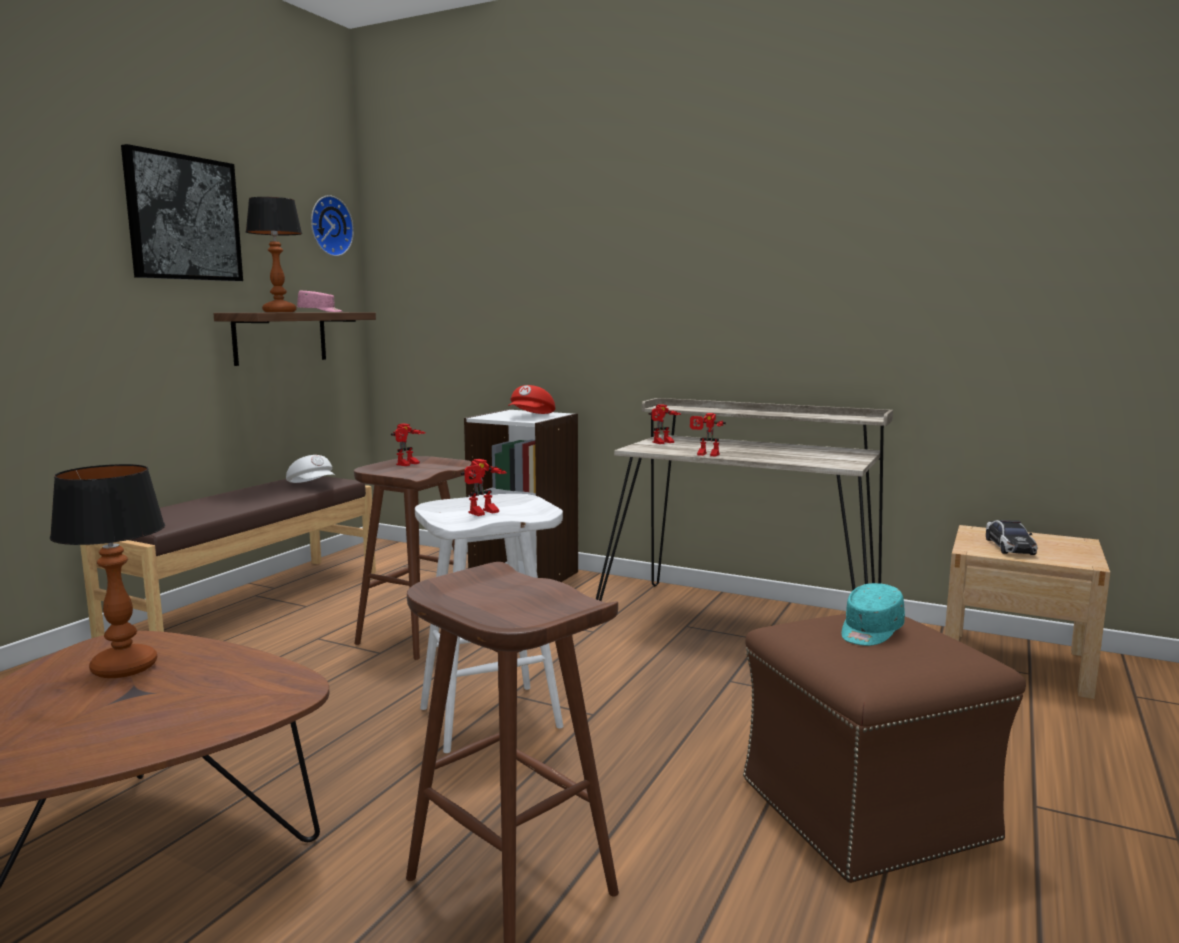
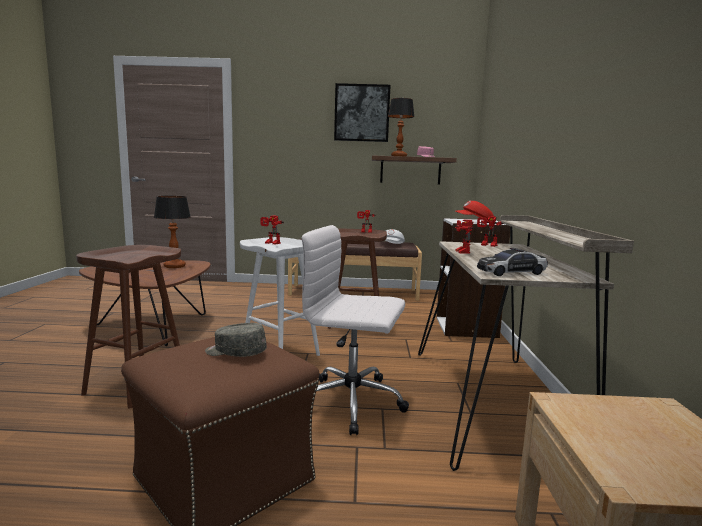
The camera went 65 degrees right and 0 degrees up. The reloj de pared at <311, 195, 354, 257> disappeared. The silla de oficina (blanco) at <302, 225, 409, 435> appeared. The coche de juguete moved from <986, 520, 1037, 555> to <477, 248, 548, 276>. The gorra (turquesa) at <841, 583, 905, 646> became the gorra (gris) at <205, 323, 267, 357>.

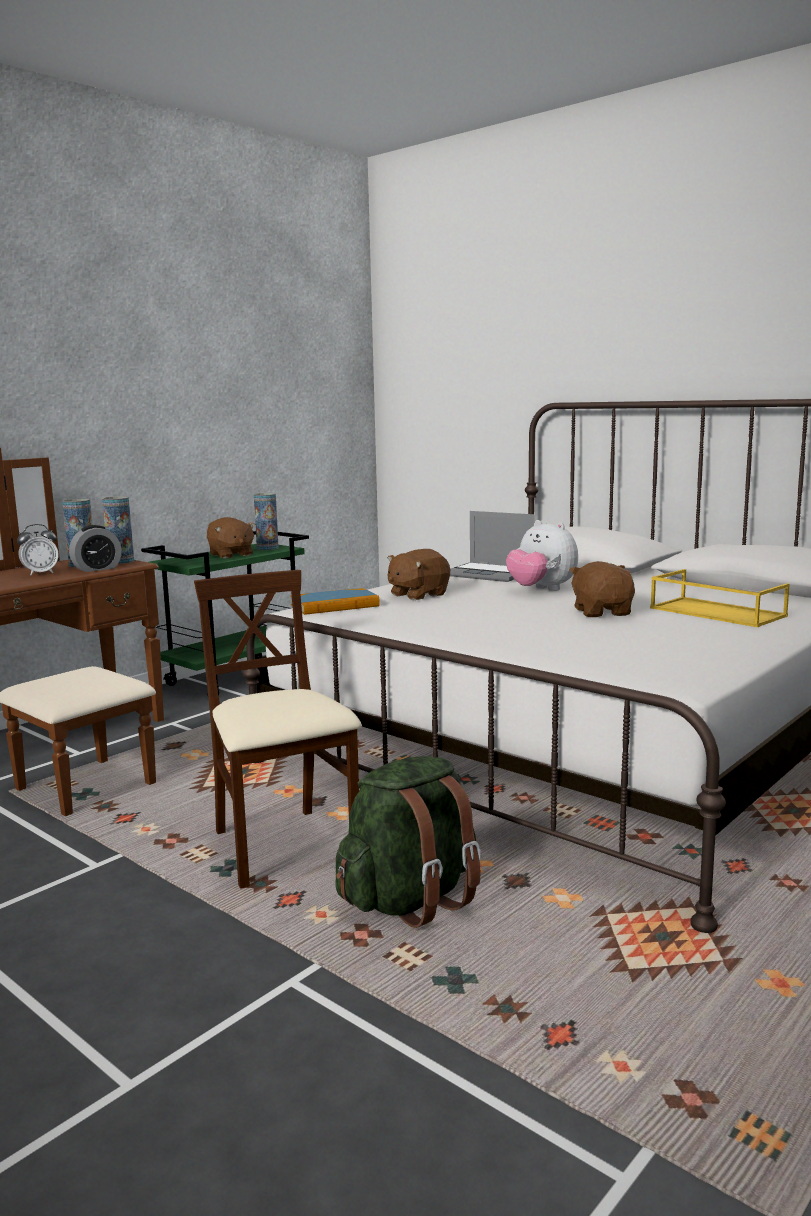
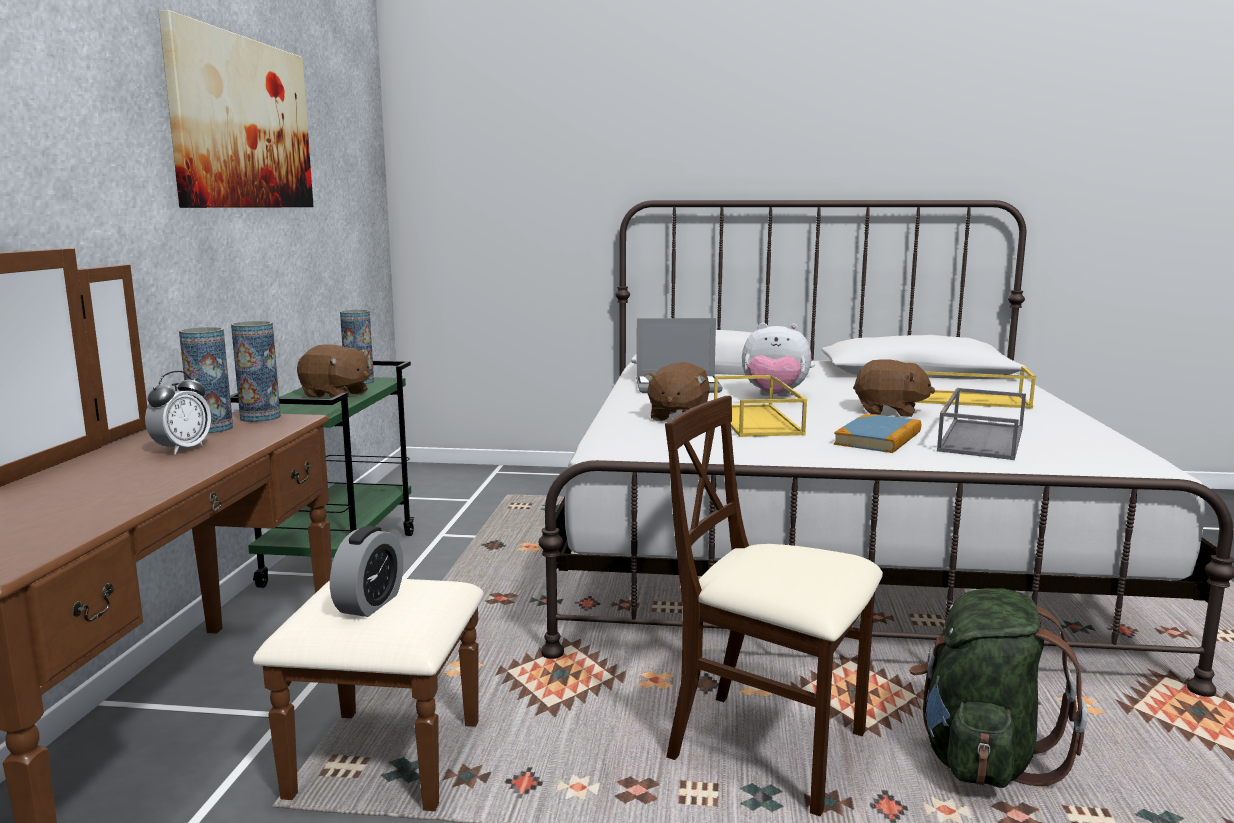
The camera went 35 degrees left and 0 degrees up. The cuadro at <158, 10, 313, 208> appeared. The bandeja (amarillo) at <714, 375, 807, 437> appeared. The bandeja (gris) at <937, 388, 1026, 460> appeared. The despertador moved from <69, 525, 122, 572> to <330, 526, 403, 617>. The libro moved from <291, 588, 380, 615> to <834, 414, 921, 453>. The peluche (marrón) at <569, 561, 635, 617> turned 150 degrees clockwise.

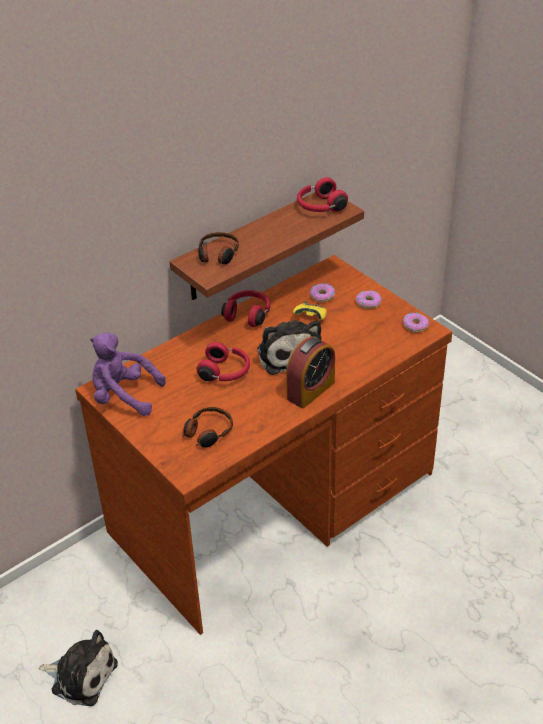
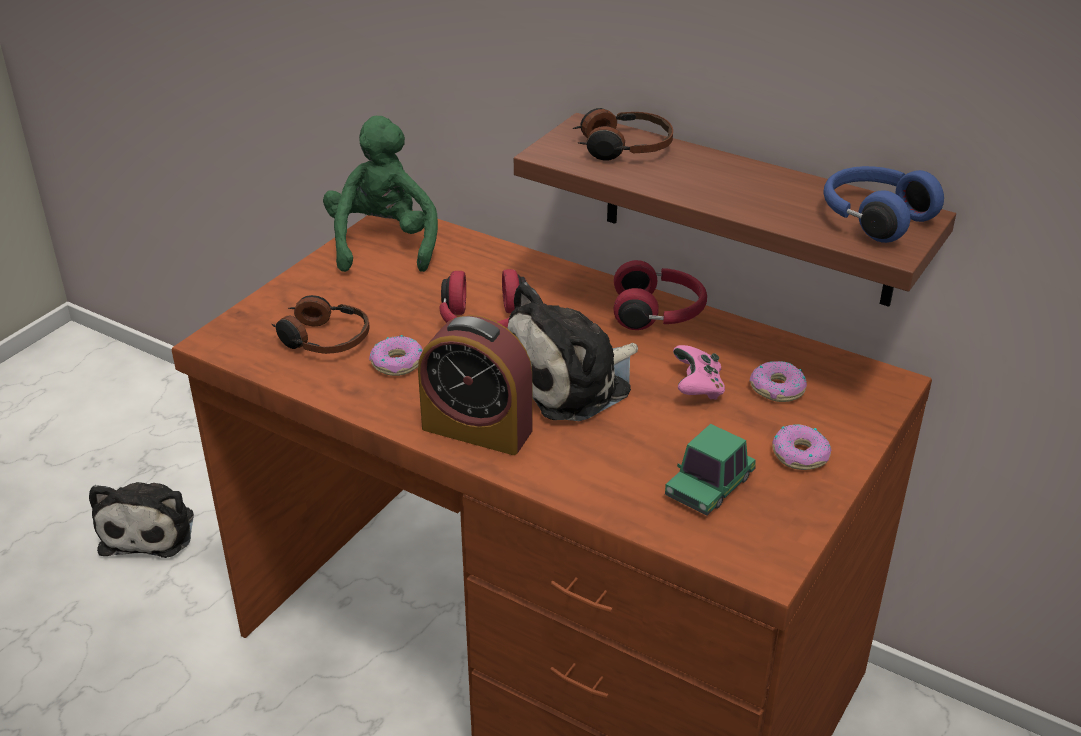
The camera went 70 degrees right and 5 degrees down. The coche de juguete at <665, 424, 756, 516> appeared. The rosquilla moved from <403, 312, 429, 332> to <369, 335, 423, 376>. The peluche (morado) at <90, 332, 166, 416> became the peluche (verde) at <323, 116, 438, 272>. The mando de consola (amarillo) at <293, 301, 326, 320> became the mando de consola (rosa) at <673, 345, 725, 400>. The auriculares (rojo) at <297, 177, 348, 212> became the auriculares (azul) at <823, 166, 944, 243>.

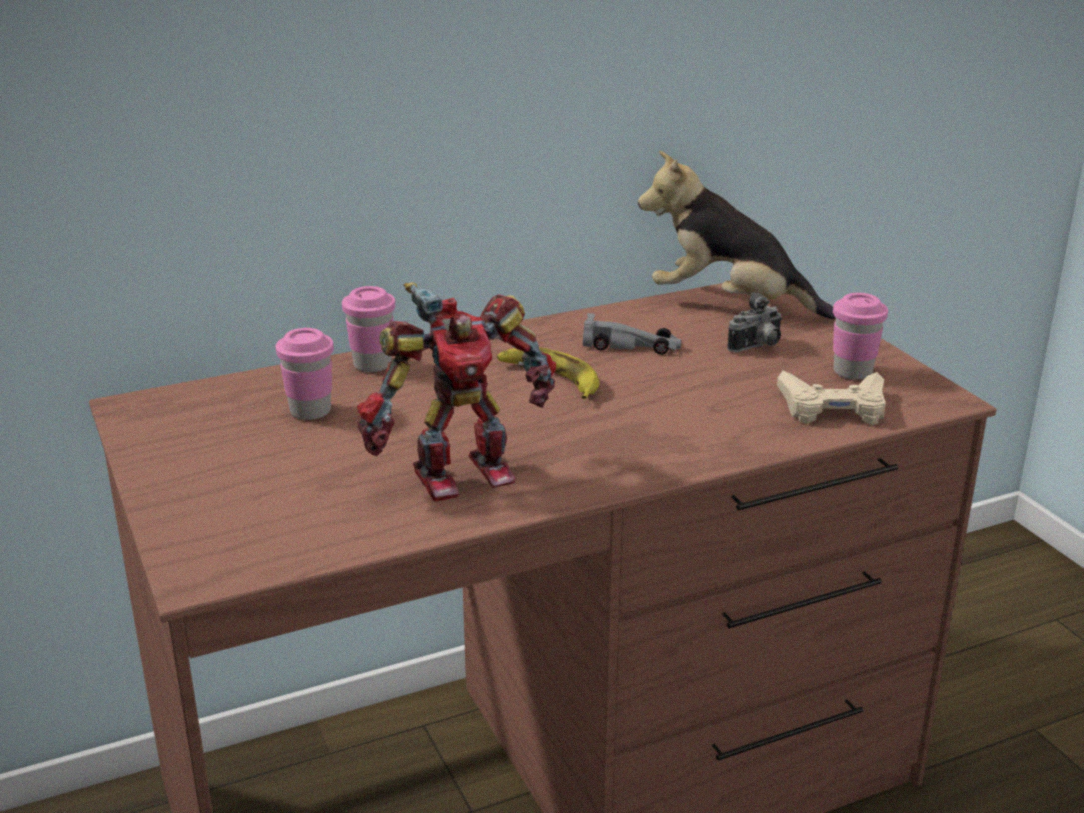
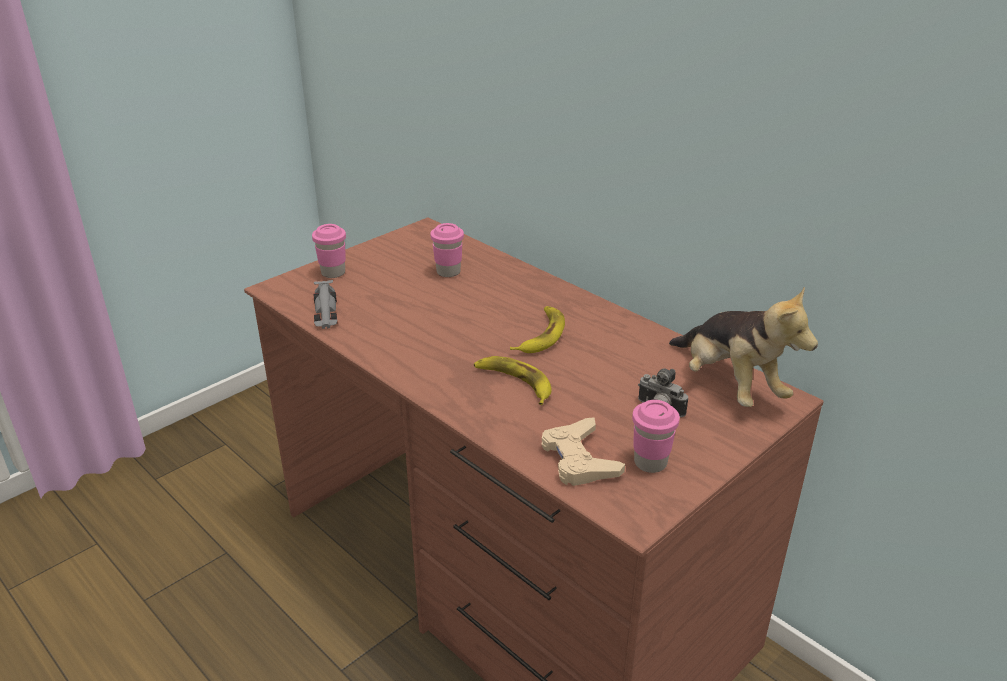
The camera went 70 degrees right and 5 degrees up. The robot de juguete at <357, 282, 556, 502> disappeared. The plátano at <474, 356, 552, 405> appeared. The taza (rosa) moved from <342, 286, 395, 372> to <312, 224, 346, 278>. The coche de juguete (gris) moved from <583, 313, 681, 355> to <314, 280, 337, 329>. The peluche at <638, 151, 836, 319> turned 150 degrees clockwise.

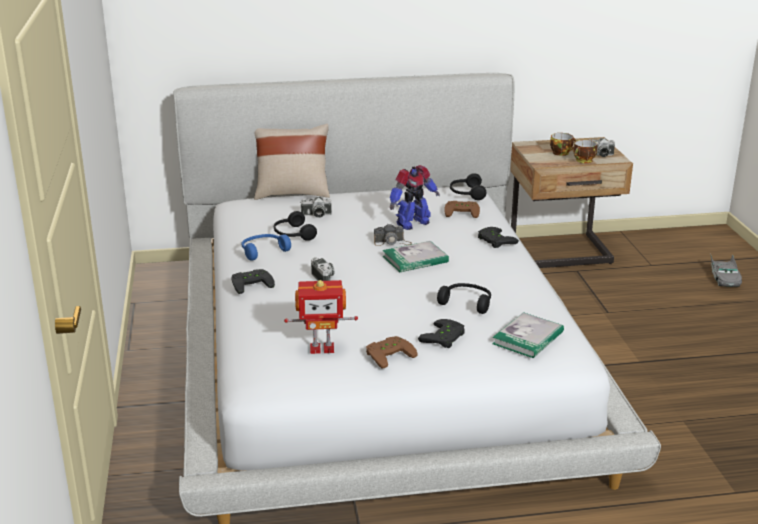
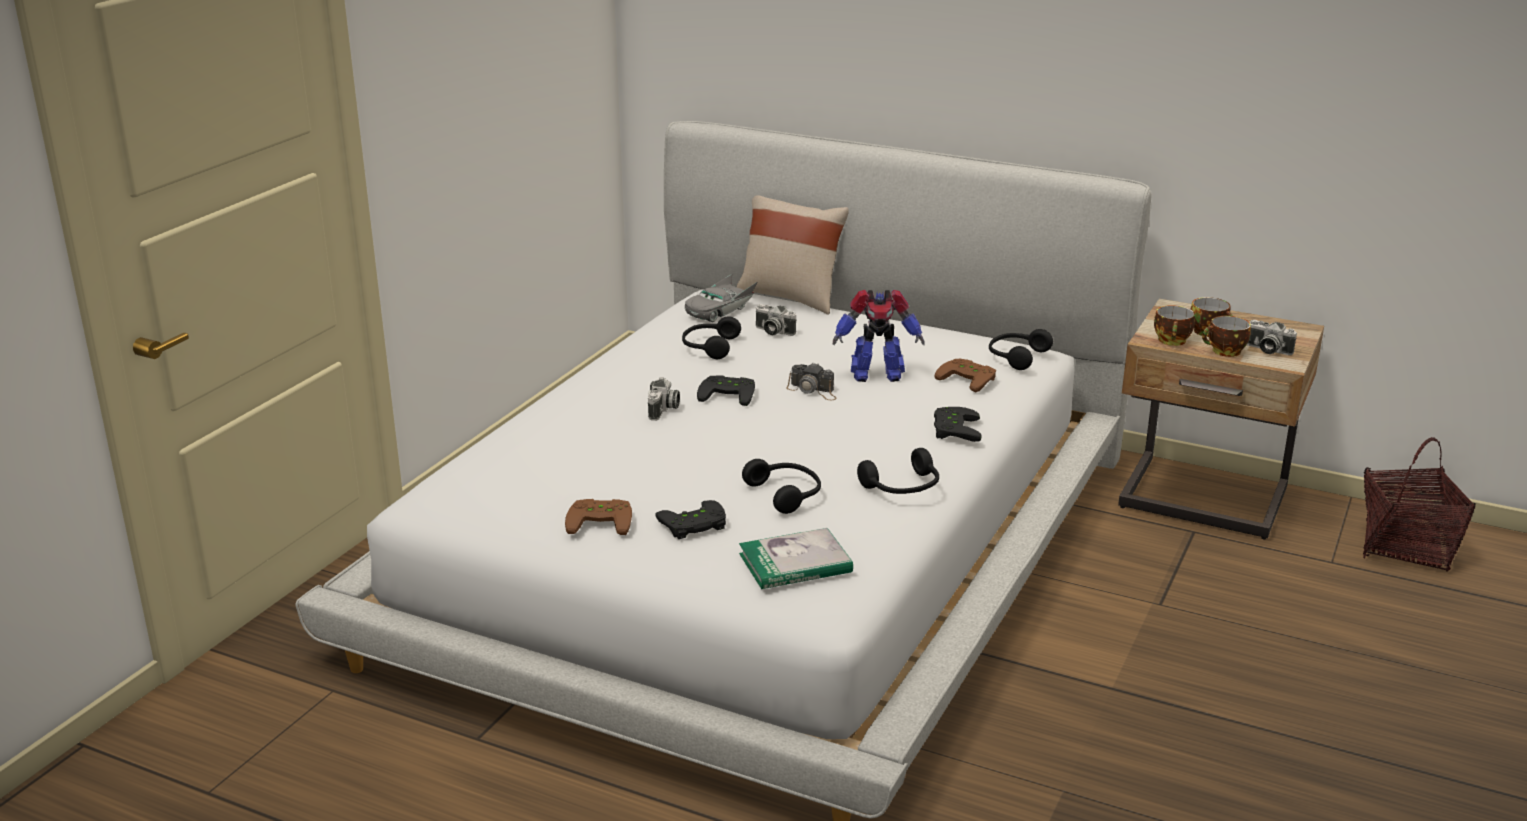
The camera went 35 degrees right and 0 degrees up. The auriculares (azul) at <241, 234, 291, 260> disappeared. The robot de juguete at <284, 280, 358, 354> disappeared. The libro at <382, 241, 449, 272> disappeared. The auriculares (negro) at <857, 448, 939, 494> appeared. The taza at <1154, 305, 1195, 346> appeared. The cesta at <1363, 437, 1475, 572> appeared. The mando de consola (negro) moved from <232, 269, 275, 294> to <697, 375, 755, 406>. The coche de juguete (gris) moved from <710, 253, 742, 287> to <685, 274, 757, 322>.

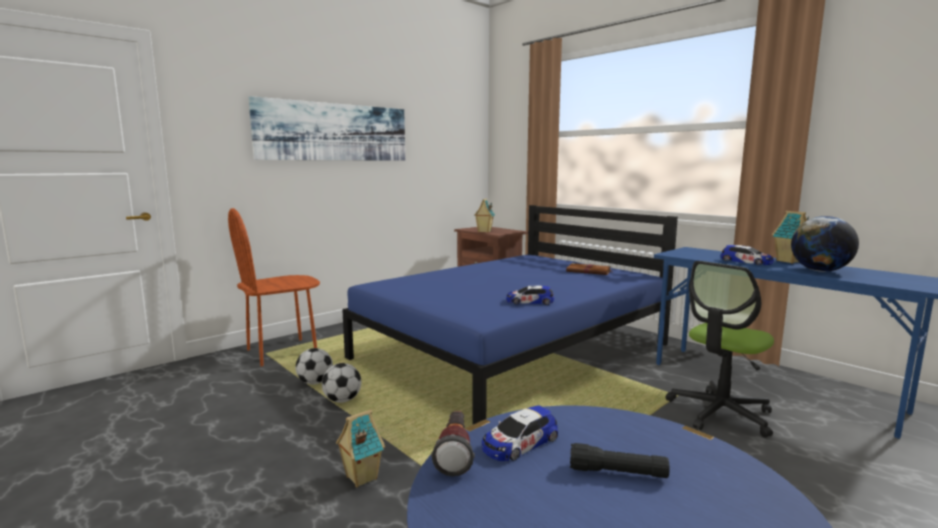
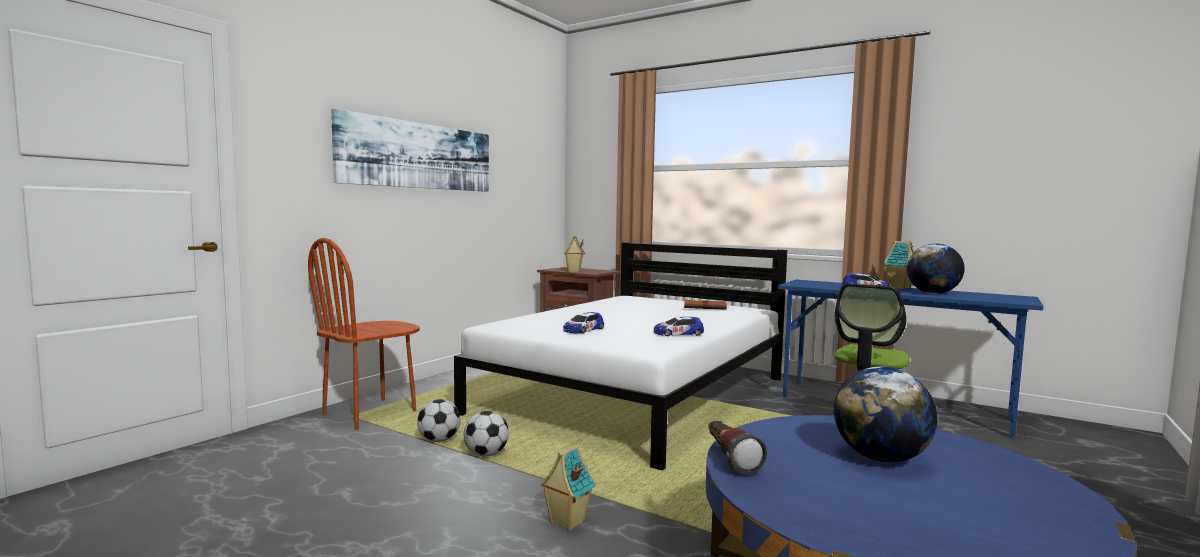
The camera went 15 degrees left and 5 degrees down. The coche de juguete moved from <482, 406, 558, 461> to <563, 312, 604, 333>. The linterna (negro) at <570, 443, 670, 478> was replaced by the globo terráqueo at <834, 367, 938, 463>. The cama (azul) at <342, 205, 678, 425> became the cama (blanco) at <454, 242, 787, 471>.

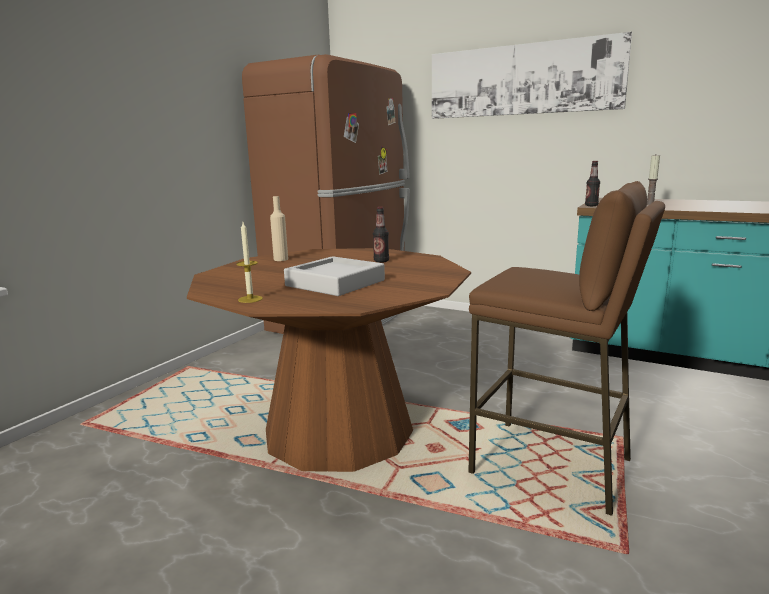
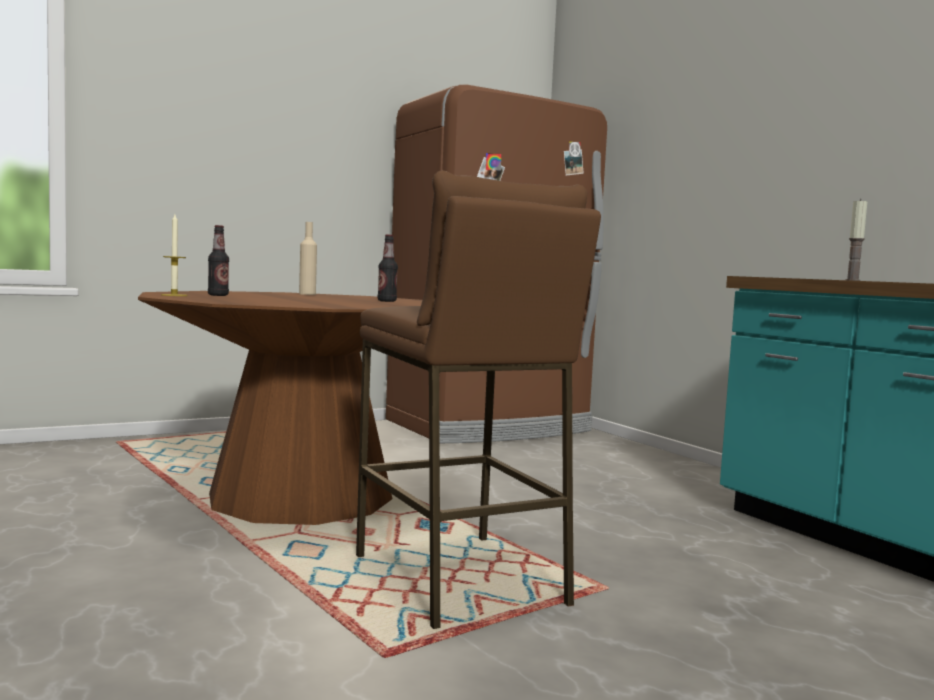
The camera went 30 degrees right and 10 degrees down. The bandeja (gris) at <284, 256, 385, 296> disappeared. The cuadro at <432, 32, 632, 119> disappeared. The botella moved from <585, 161, 600, 206> to <208, 225, 229, 296>.

